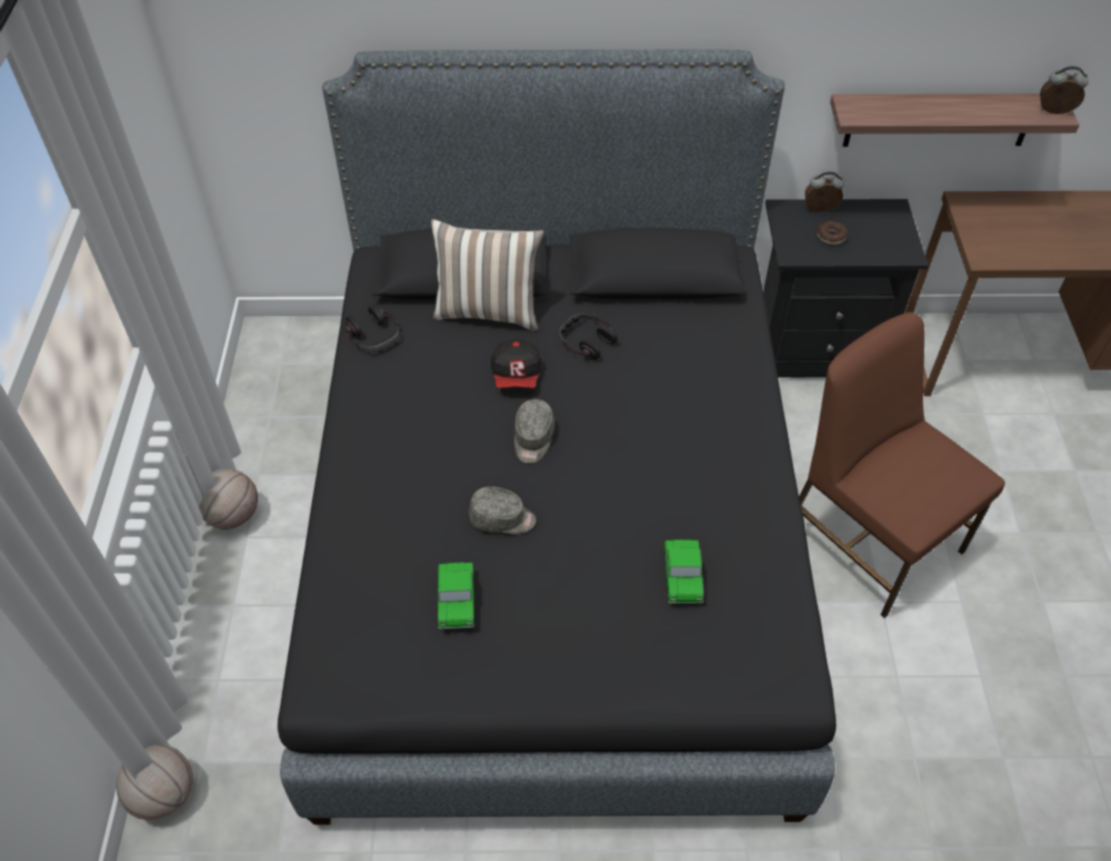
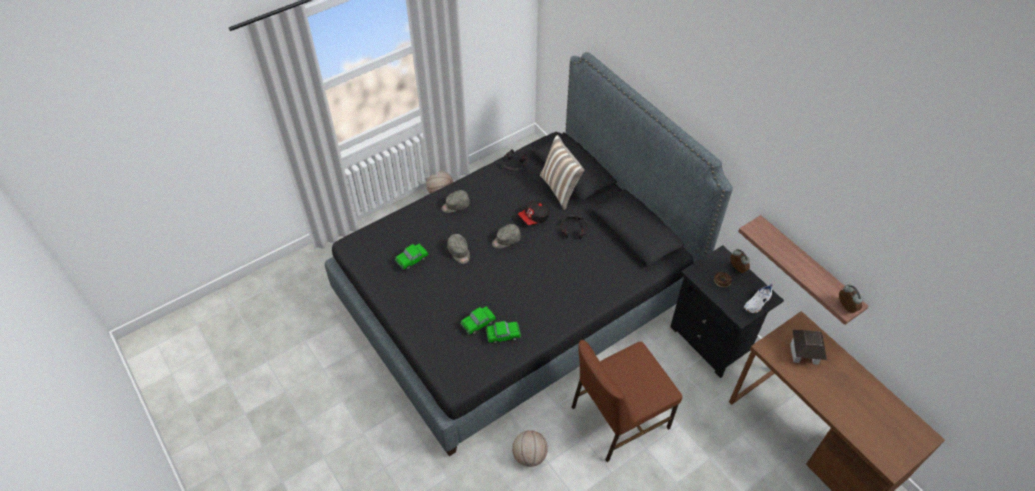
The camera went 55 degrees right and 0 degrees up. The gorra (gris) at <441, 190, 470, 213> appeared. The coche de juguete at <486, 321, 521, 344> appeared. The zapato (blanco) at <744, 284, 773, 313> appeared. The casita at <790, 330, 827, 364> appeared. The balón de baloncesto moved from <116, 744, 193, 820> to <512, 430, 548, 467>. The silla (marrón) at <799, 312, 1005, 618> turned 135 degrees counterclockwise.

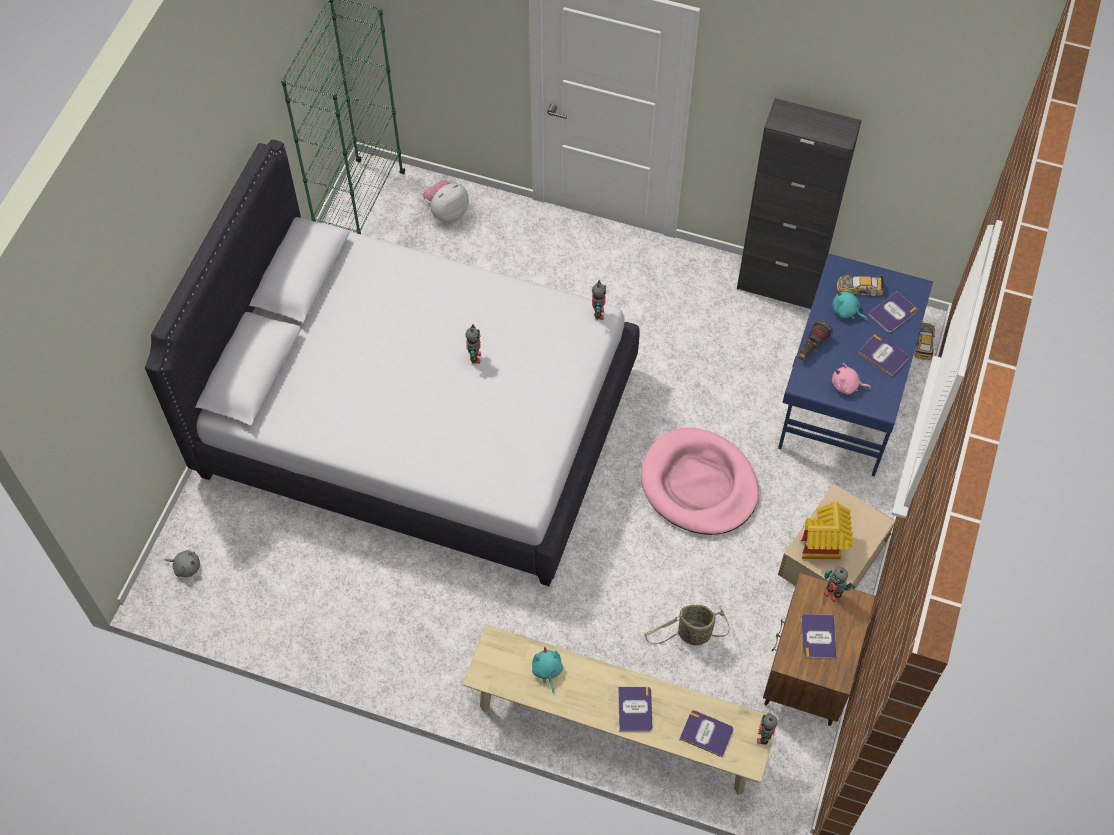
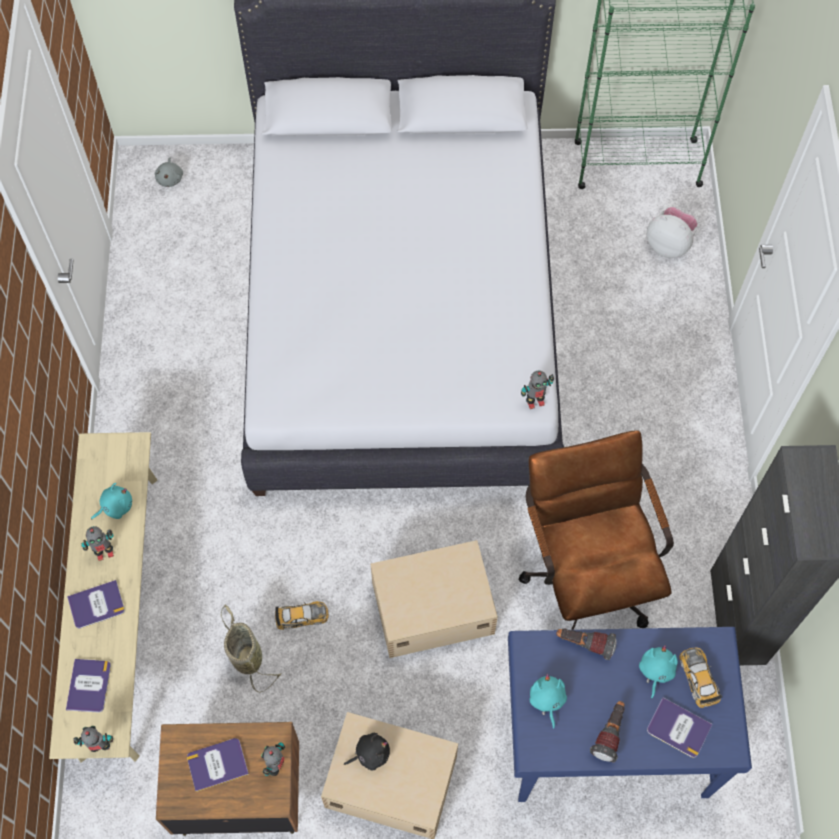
The camera went 70 degrees right and 5 degrees up. The silla de oficina (marrón) at <518, 430, 674, 630> appeared. The robot de juguete moved from <465, 324, 481, 363> to <81, 526, 114, 561>. The coche de juguete moved from <914, 323, 935, 360> to <275, 601, 329, 630>. The cama para perro (rosa) at <640, 428, 759, 535> was replaced by the caja de almacenaje (beis) at <371, 540, 498, 658>. The casita at <801, 501, 854, 559> was replaced by the peluche (negro) at <344, 733, 390, 770>. The libro at <858, 334, 909, 377> was replaced by the linterna at <590, 701, 625, 762>. The peluche (rosa) at <832, 363, 871, 394> became the peluche (turquesa) at <530, 673, 567, 729>.

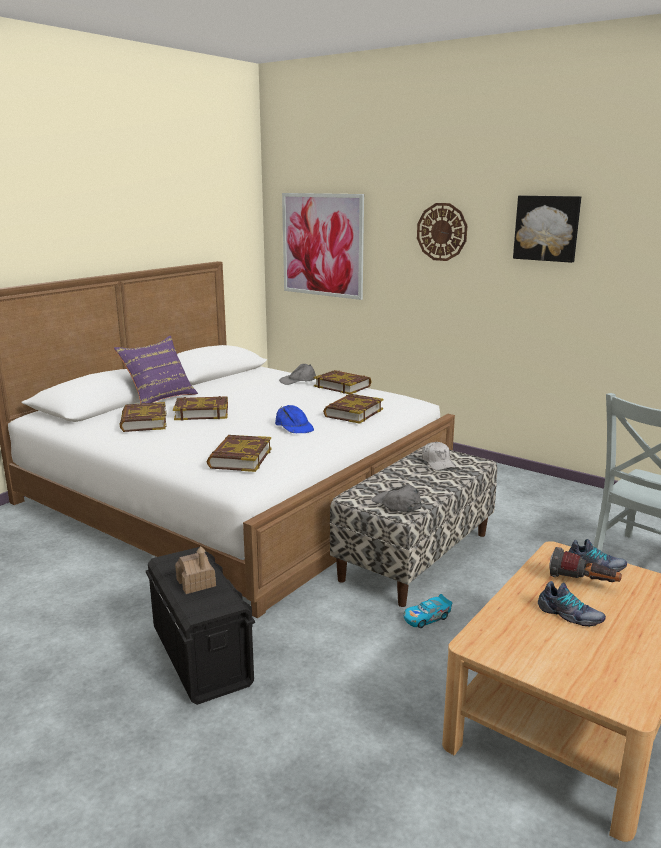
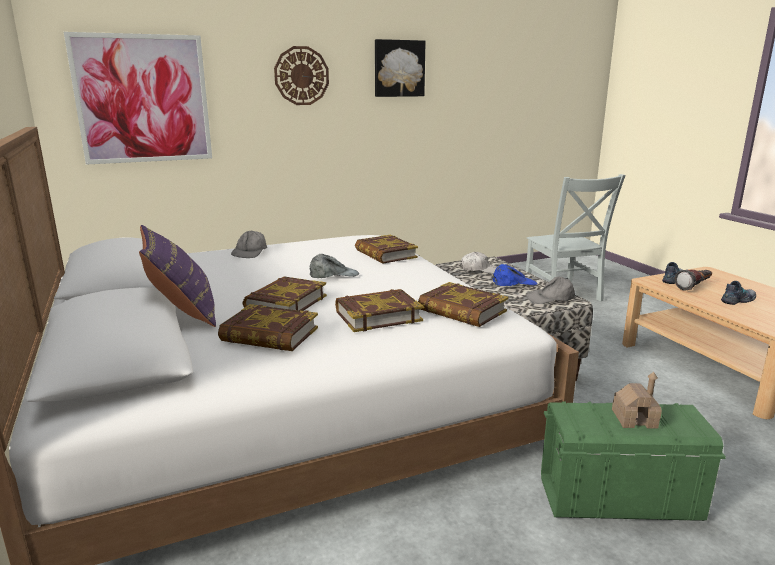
The camera went 60 degrees left and 0 degrees up. The coche de juguete at <404, 594, 452, 628> disappeared. The gorra (gris) at <310, 254, 359, 278> appeared. The gorra (azul) moved from <275, 405, 314, 433> to <492, 264, 538, 286>. The libro moved from <314, 370, 371, 394> to <335, 289, 424, 332>. The caja de almacenaje (negro) at <146, 547, 255, 705> became the caja de almacenaje (verde) at <541, 401, 726, 521>.

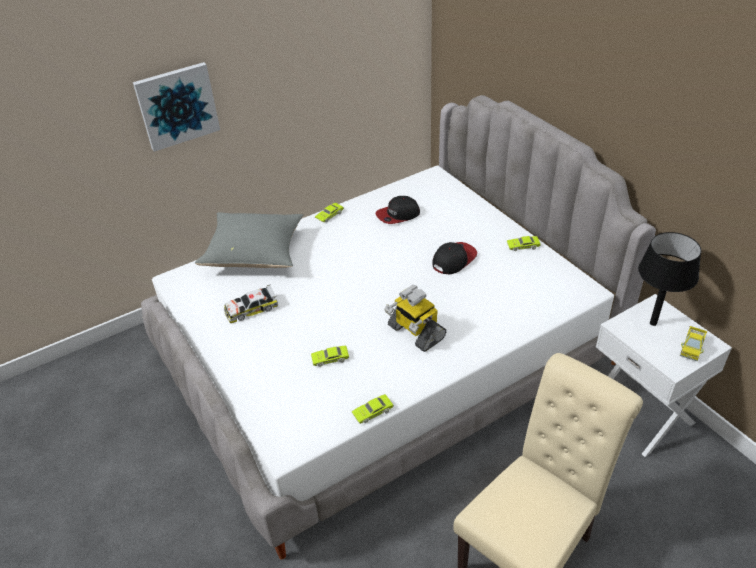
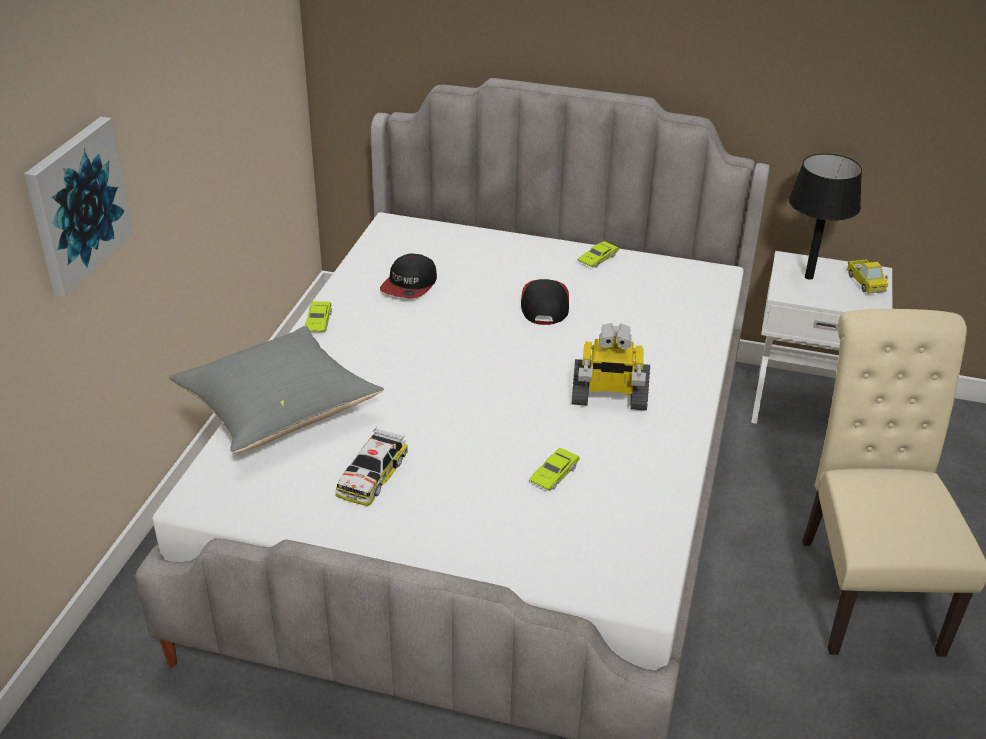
The camera went 45 degrees left and 5 degrees down. The coche de juguete (verde) at <352, 394, 394, 424> disappeared.

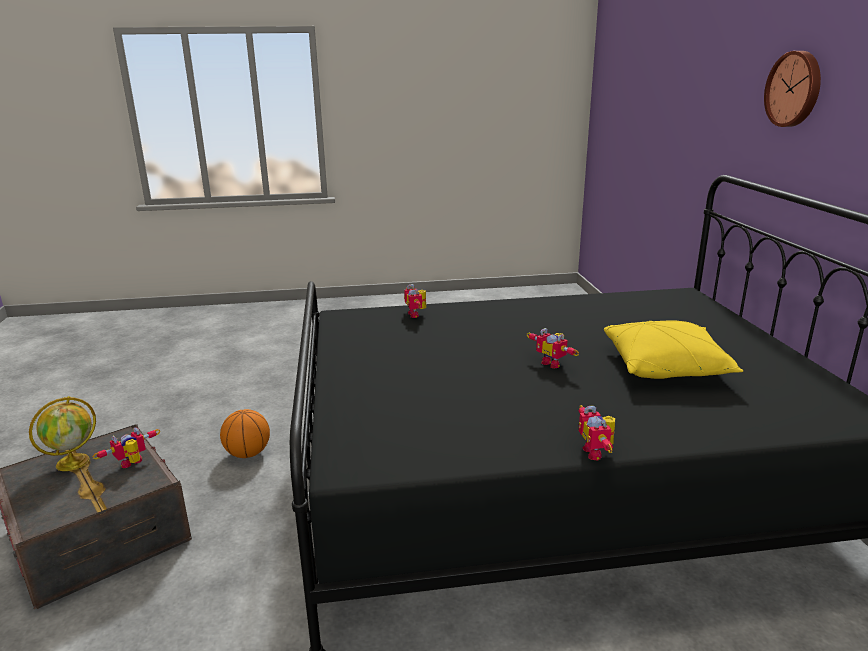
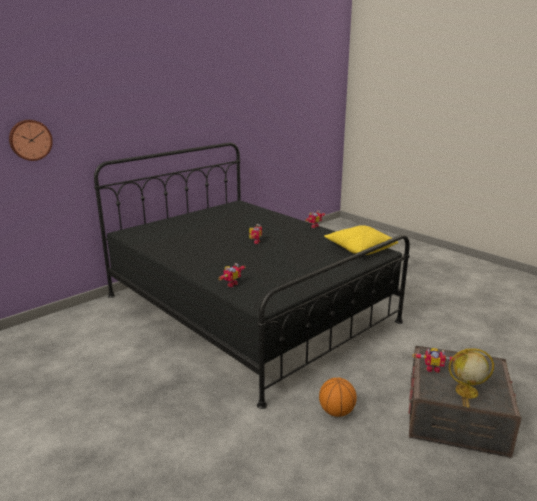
The camera went 125 degrees left and 0 degrees up. The cojín (amarillo) moved from <604, 320, 743, 379> to <324, 225, 398, 255>. The reloj de pared moved from <764, 51, 821, 127> to <9, 120, 53, 161>.

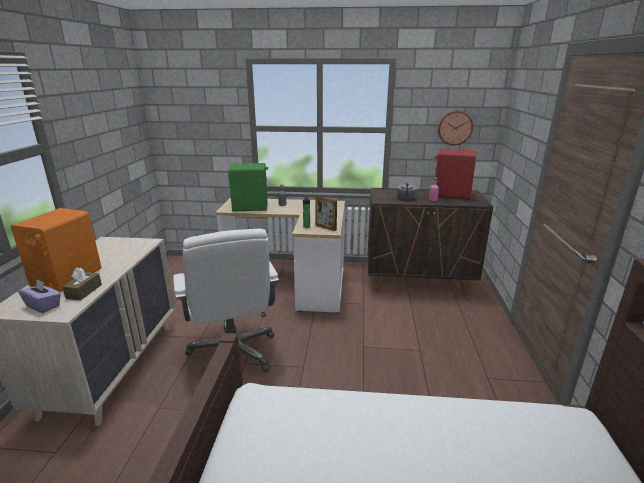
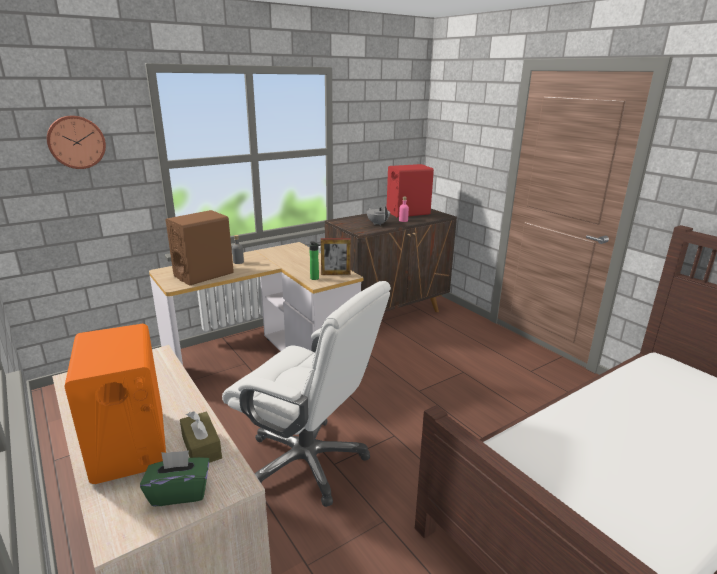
The camera went 40 degrees left and 0 degrees up. The reloj de pared moved from <438, 111, 473, 146> to <47, 116, 106, 169>. The caja de pañuelos (morado) at <18, 279, 61, 313> became the caja de pañuelos (verde) at <140, 450, 210, 506>. The altavoz (verde) at <228, 163, 268, 212> became the altavoz (marrón) at <166, 210, 234, 286>.

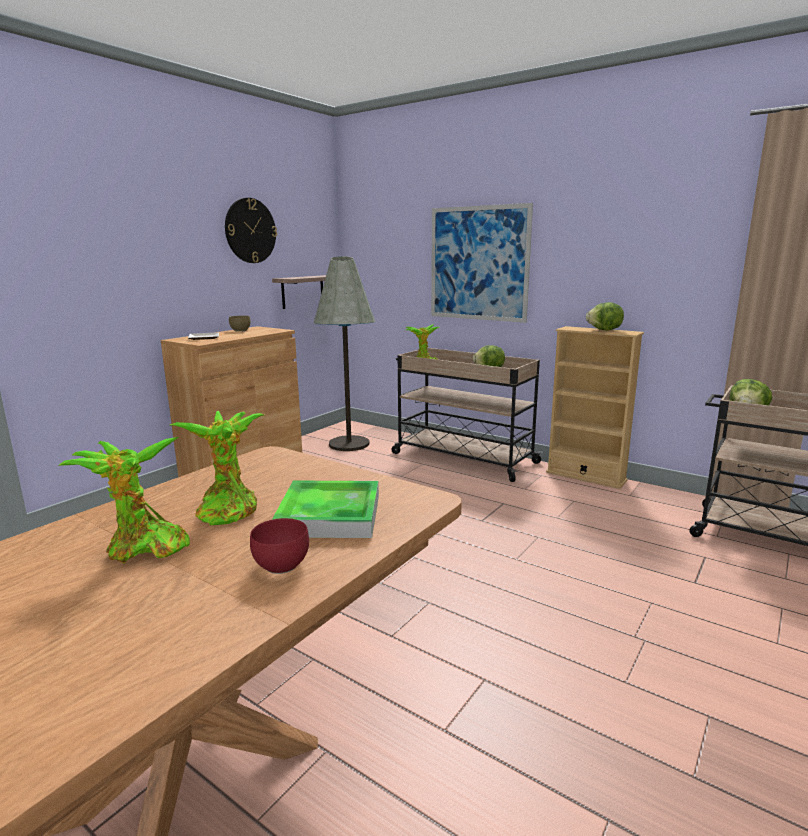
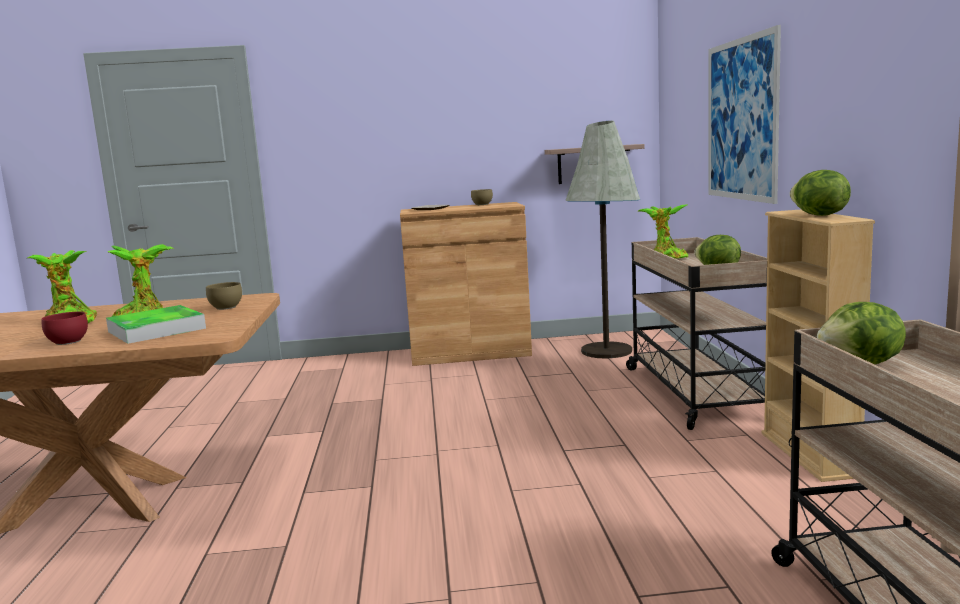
The camera went 50 degrees right and 5 degrees down. The reloj de pared at <225, 198, 277, 263> disappeared. The cuenco (marrón) at <206, 282, 242, 310> appeared.

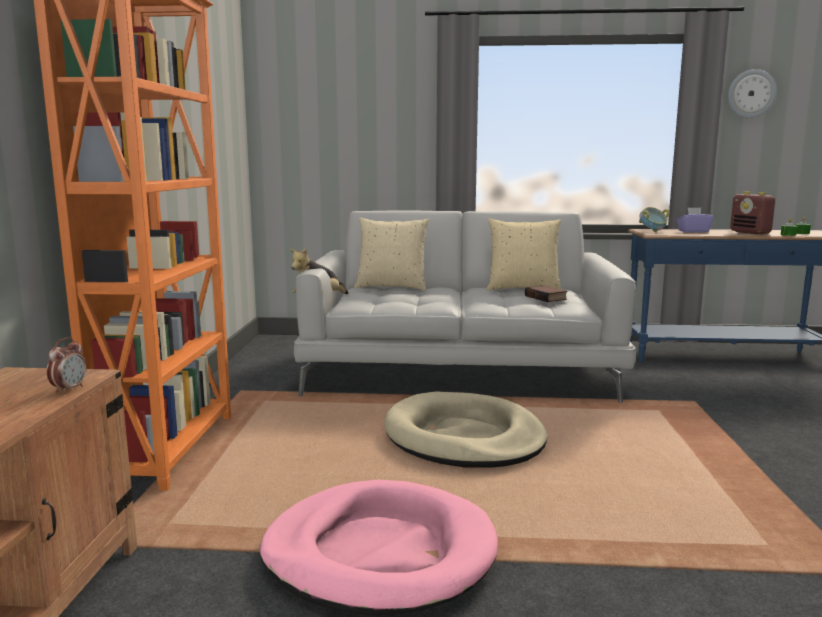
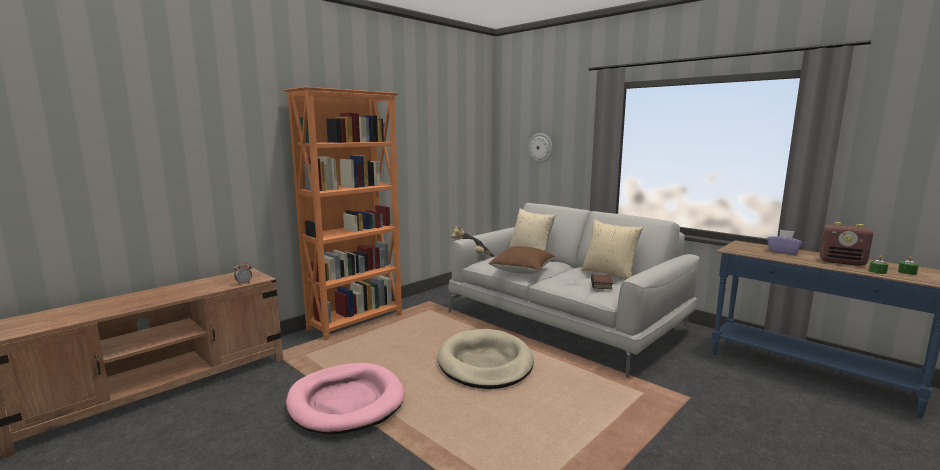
The camera went 40 degrees right and 0 degrees up. The cuenco at <639, 207, 670, 232> disappeared. The cojín (marrón) at <488, 246, 555, 274> appeared. The reloj de pared moved from <728, 69, 777, 118> to <528, 133, 552, 163>. The radio at <730, 191, 775, 234> turned 75 degrees counterclockwise.

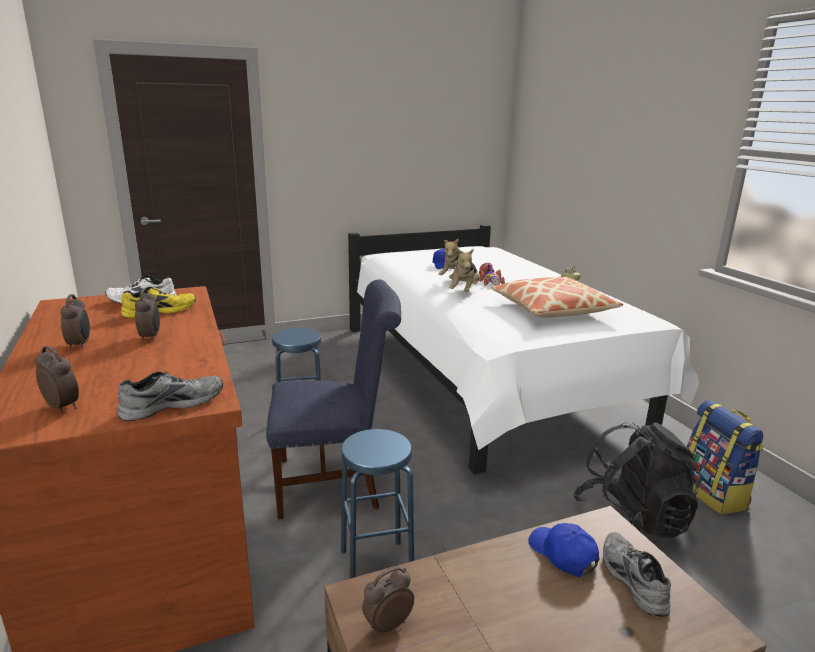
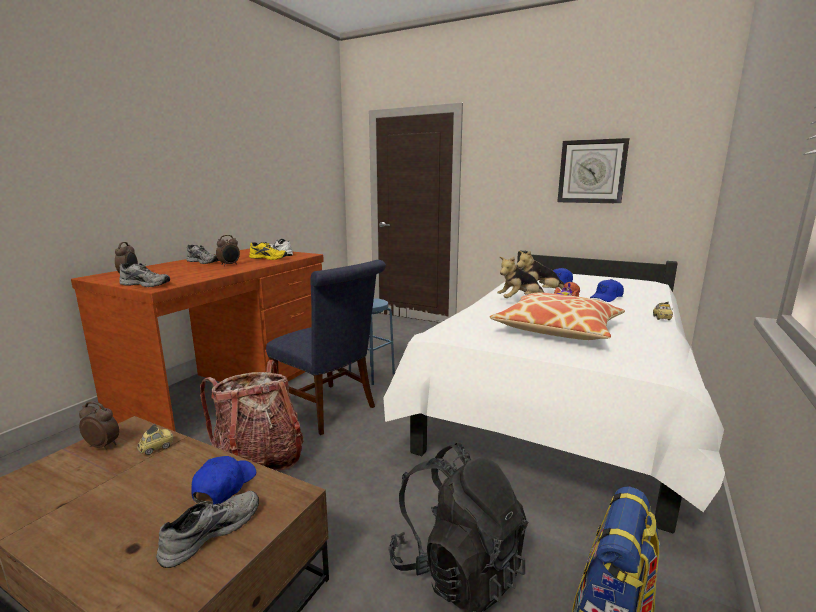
The camera went 50 degrees right and 5 degrees down. The coche de juguete at <137, 424, 173, 455> appeared. The reloj de pared at <557, 138, 630, 204> appeared. The gorra (azul) at <590, 279, 624, 302> appeared. The despertador at <61, 294, 90, 349> was replaced by the zapato (gris) at <187, 245, 219, 264>. The taburete (azul) at <341, 429, 414, 579> was replaced by the mochila at <200, 360, 304, 471>.

